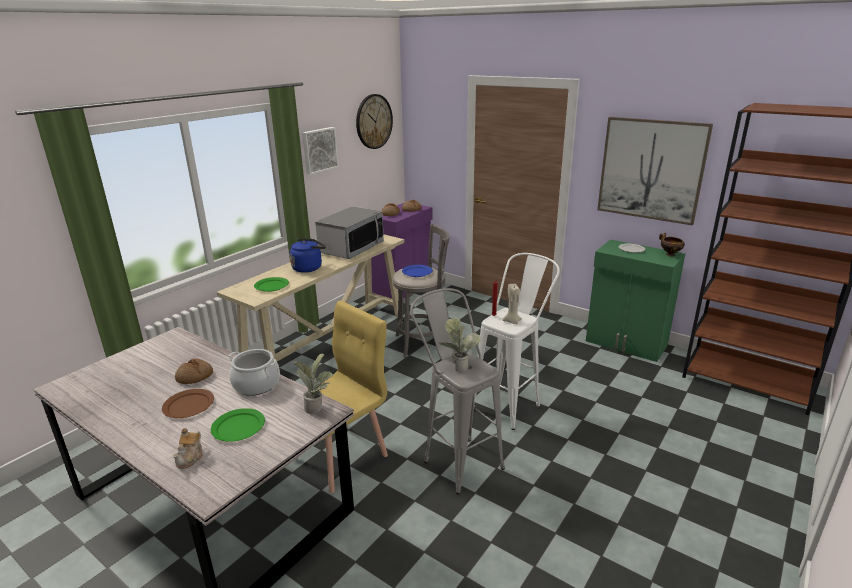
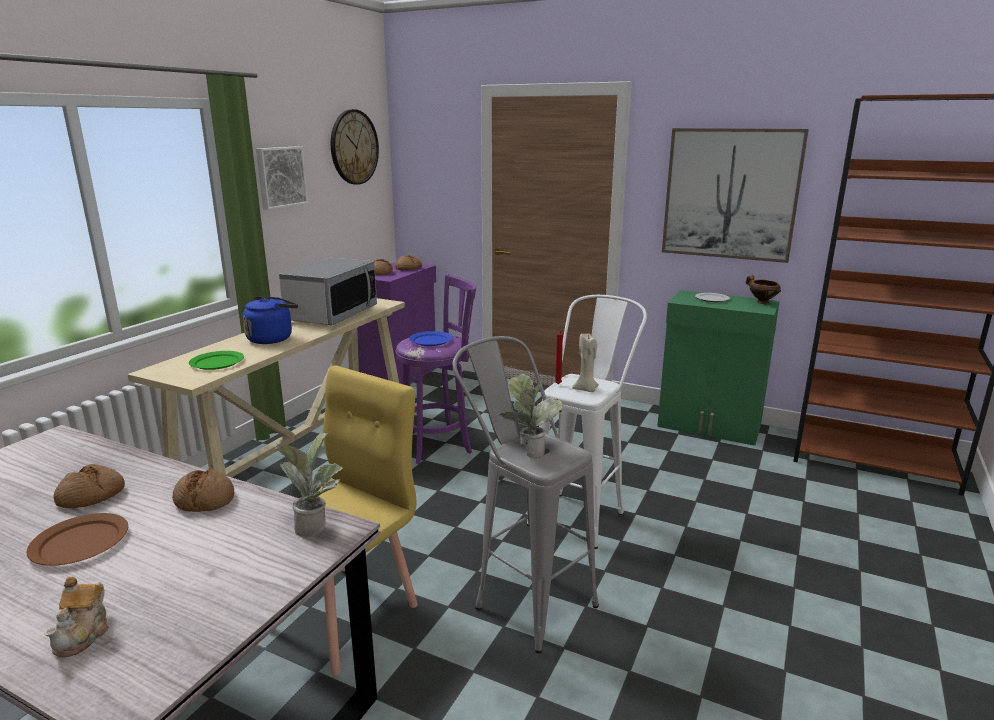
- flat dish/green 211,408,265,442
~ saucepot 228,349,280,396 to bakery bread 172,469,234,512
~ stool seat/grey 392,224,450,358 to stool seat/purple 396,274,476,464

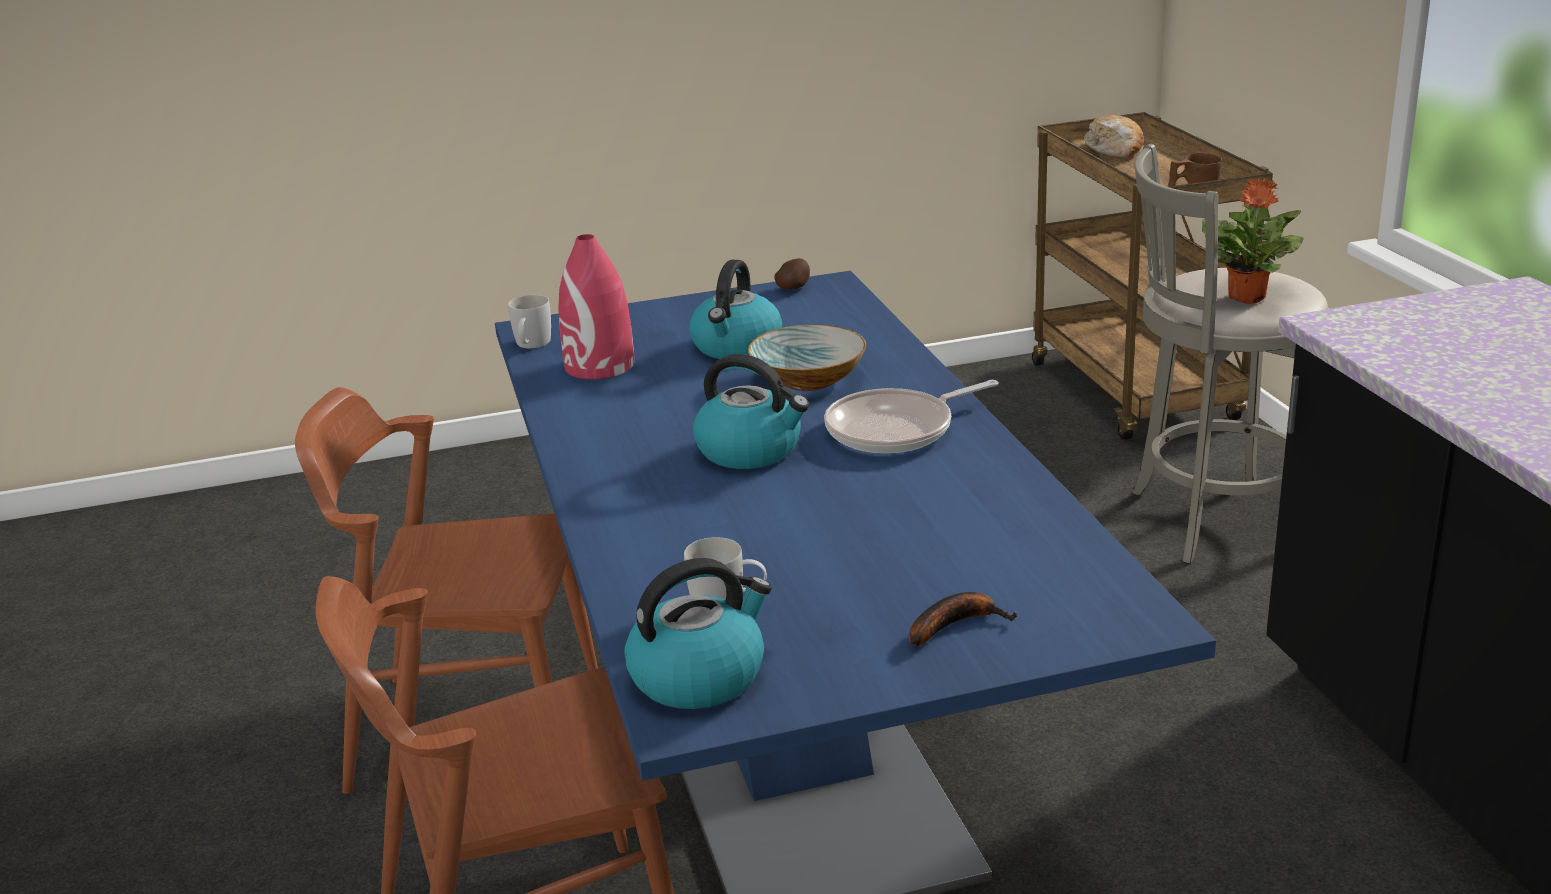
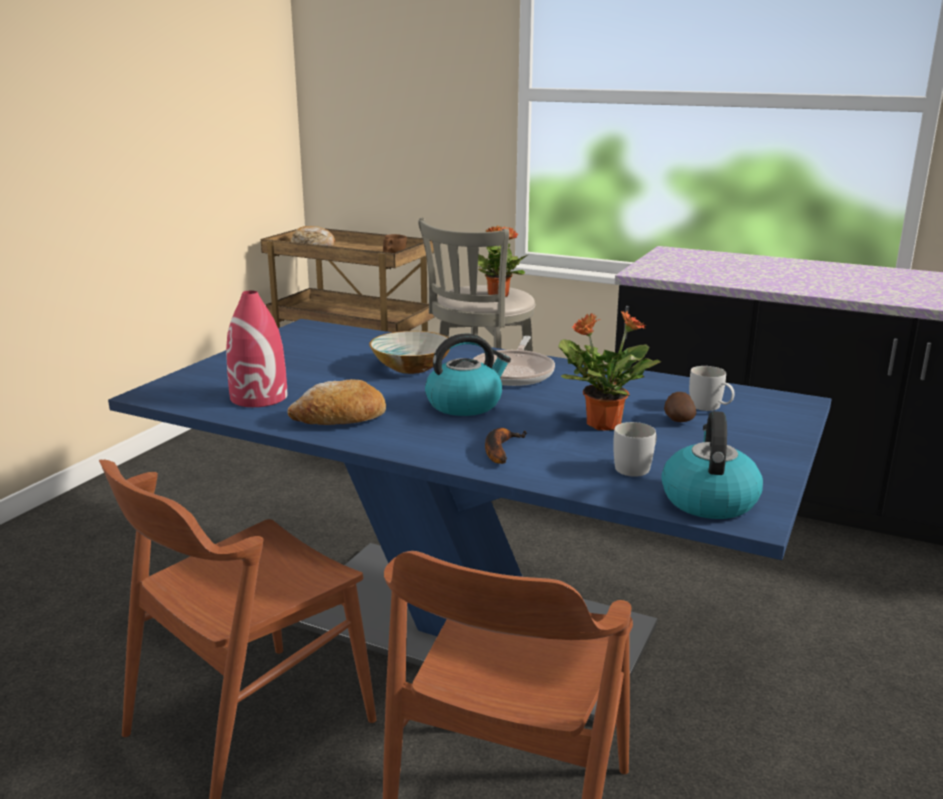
~ mug/white-coloured 508,295,551,348 to 689,366,735,411
- tea kettle 689,260,782,359
~ potato 774,258,810,290 to 664,392,696,422
~ whole banana 909,592,1017,646 to 485,428,527,464
+ bakery bread 287,379,386,425
+ houseplant 558,310,662,431

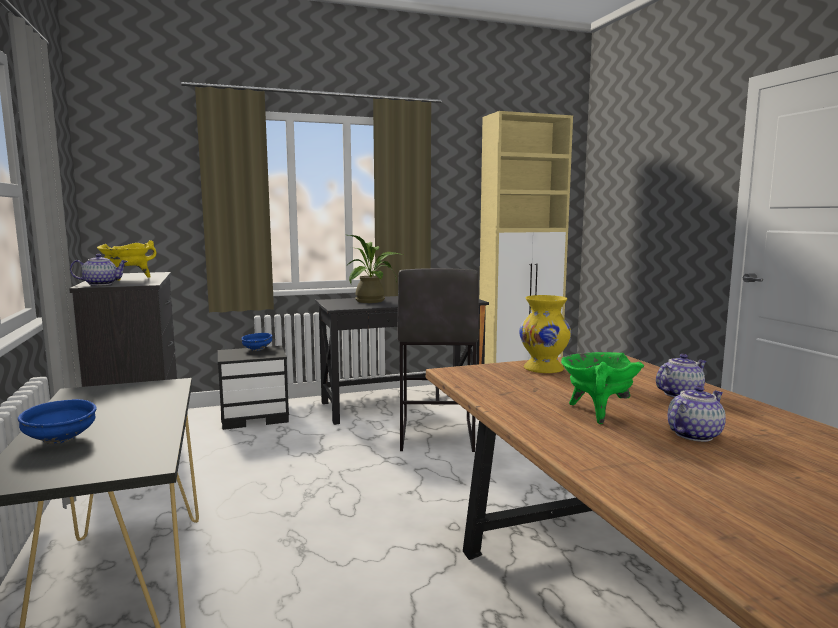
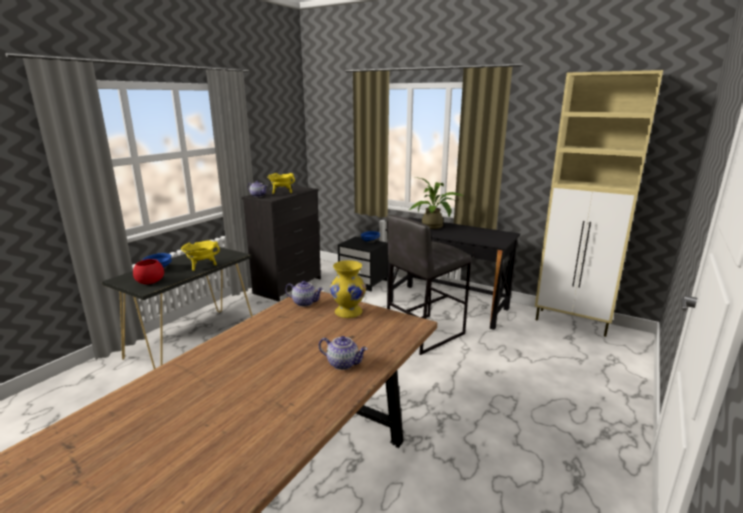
- saucepot/green 561,352,644,424
~ pot for tea 668,385,726,442 to 285,281,323,307
+ bowl/red-coloured 133,259,164,284
+ saucepot/yellow-coloured 181,240,220,271

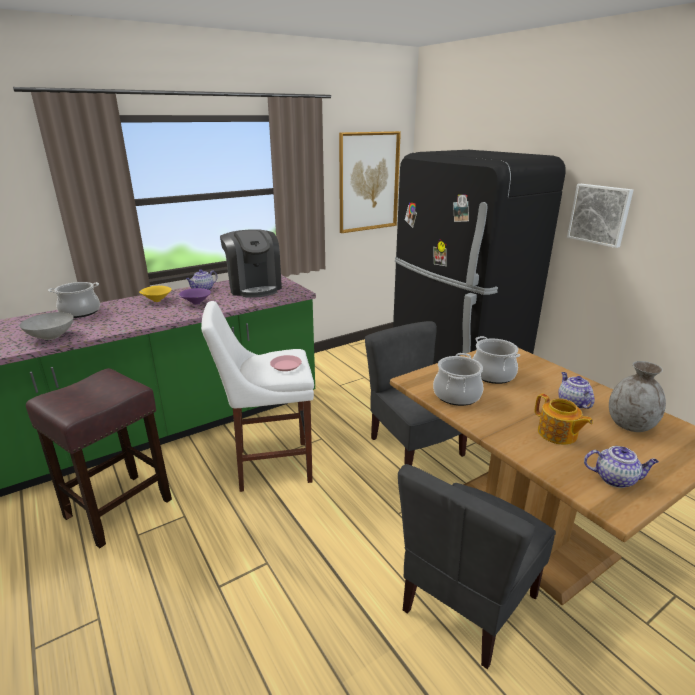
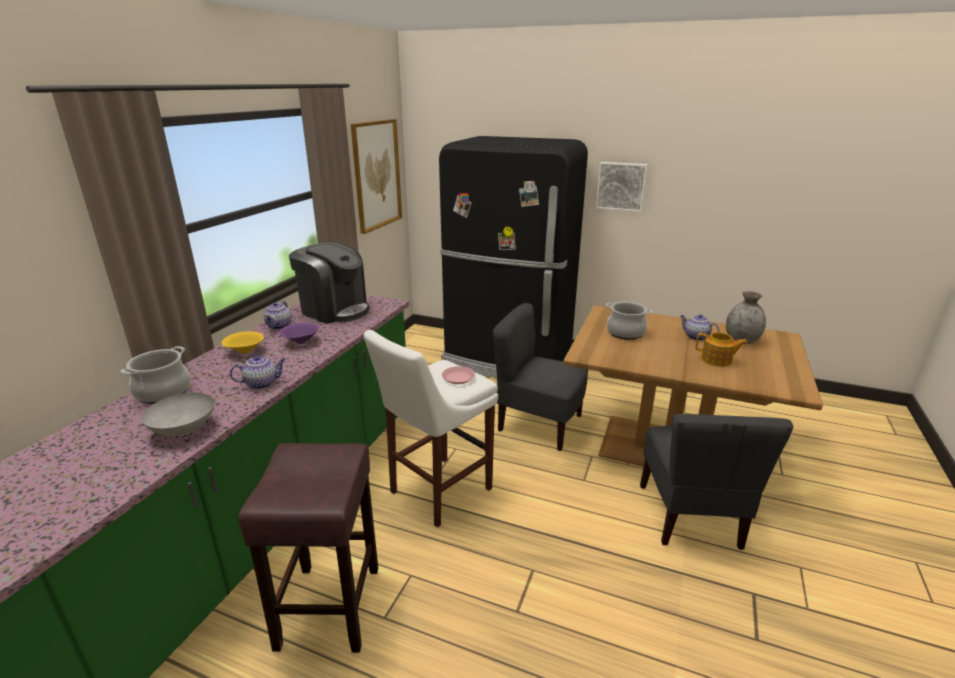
- saucepot 433,353,483,406
~ pot for tea 584,446,659,488 to 230,355,286,389

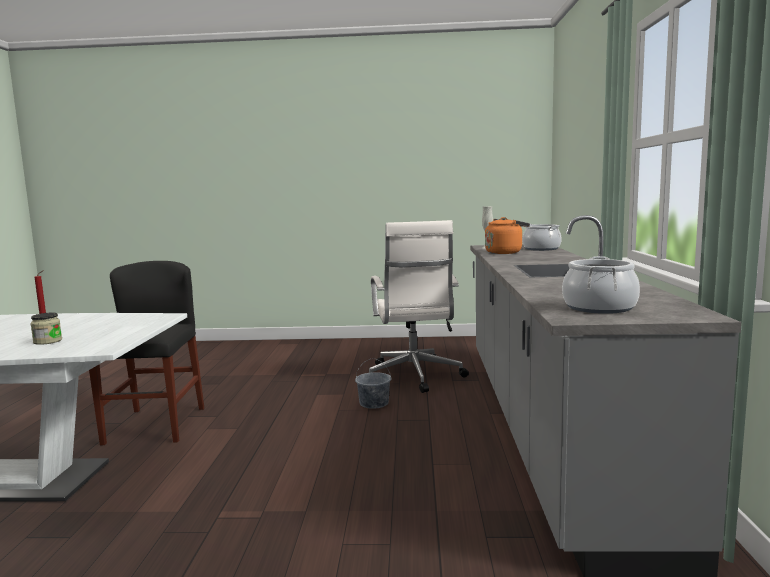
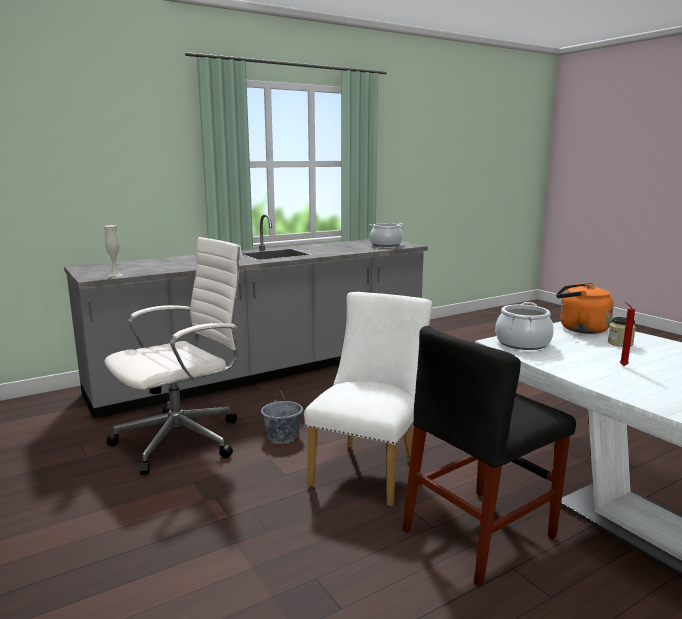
~ tea kettle/orangey 485,217,530,254 to 556,283,614,334
~ saucepot 522,224,562,251 to 495,302,554,350
+ chair/white-coloured 304,292,432,507

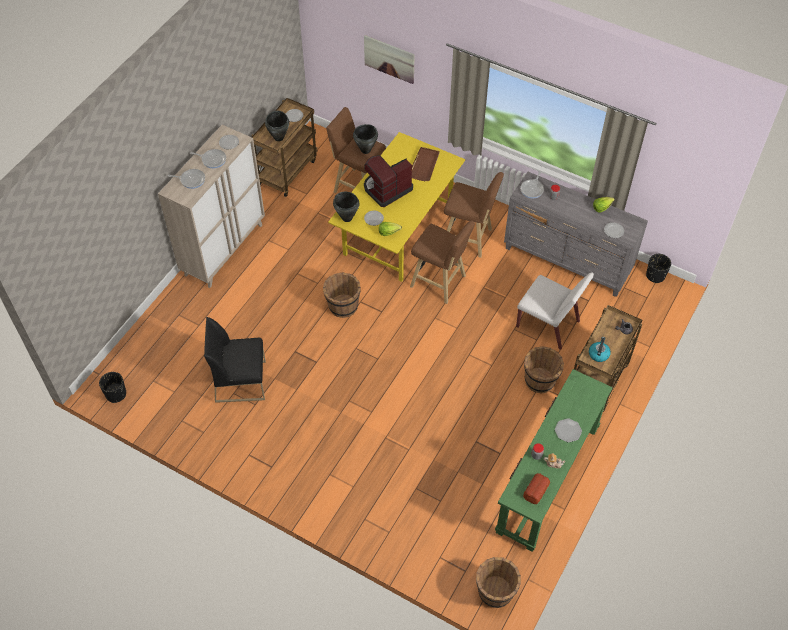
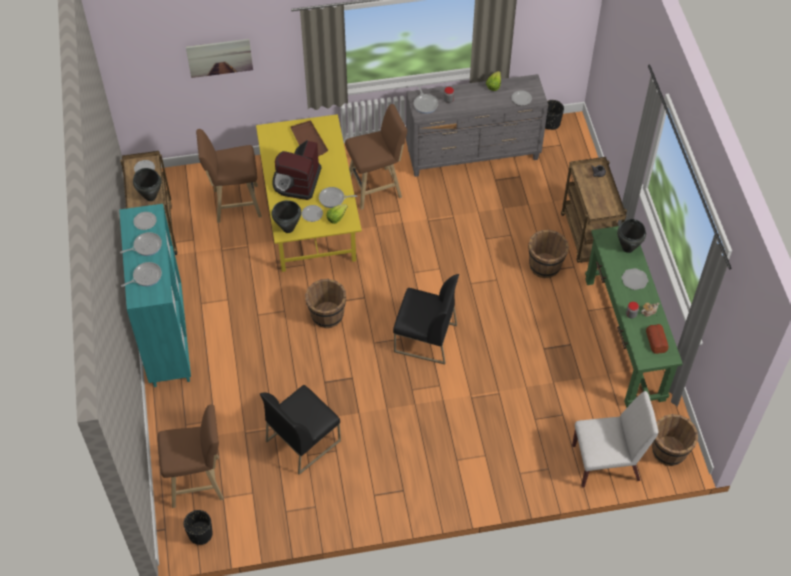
~ cabinet/beige-coloured 158,125,265,288 to cabinet/turquoise 119,204,191,387
~ saucepot/blackish 353,124,378,154 to 617,219,646,253
~ stool seat/brown 410,220,475,304 to 158,404,224,508
~ chair/white-coloured 516,272,594,350 to 572,391,658,487
- tea kettle 589,337,611,362
+ pan 319,187,357,208
+ chair/blackish 393,274,459,364

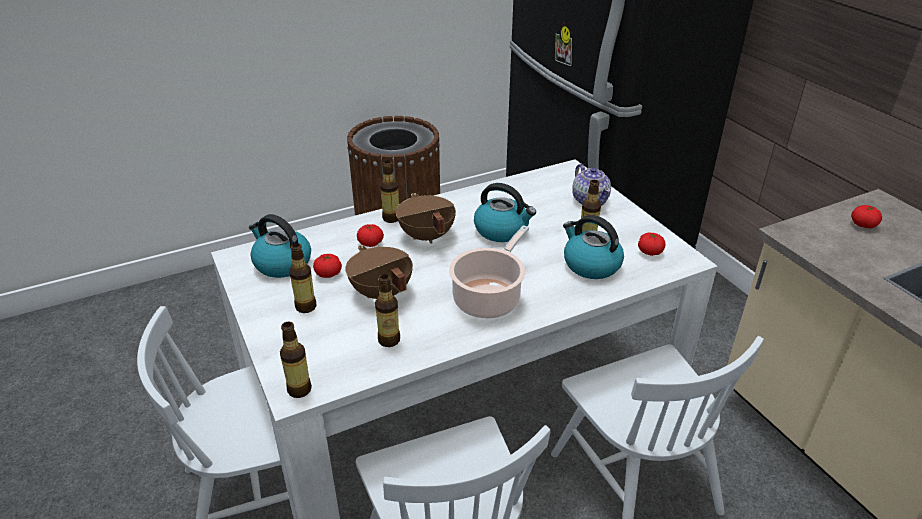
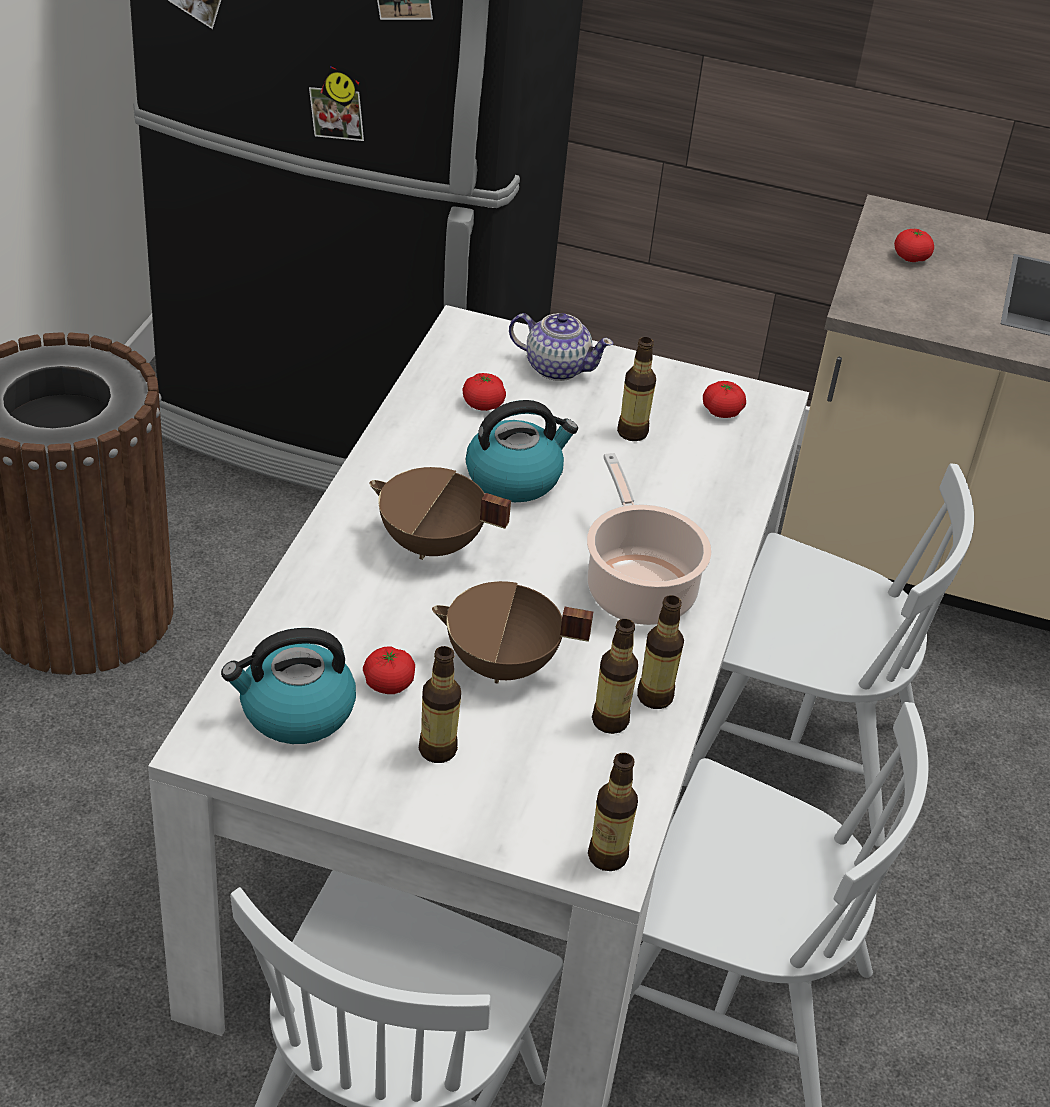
~ whole tomato 357,224,384,247 to 463,373,506,411
~ drink bottle 380,160,399,223 to 637,595,684,709
- tea kettle 563,215,624,279

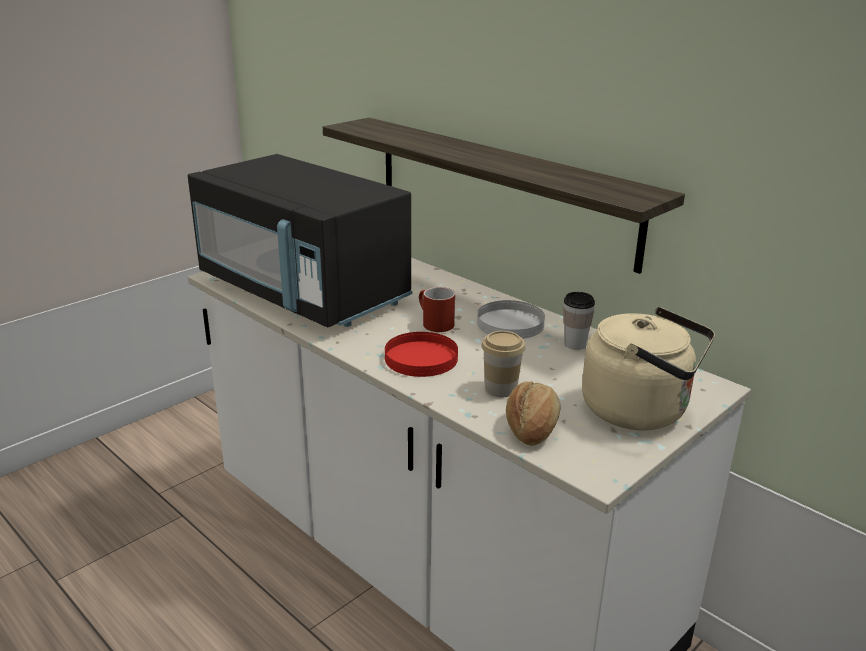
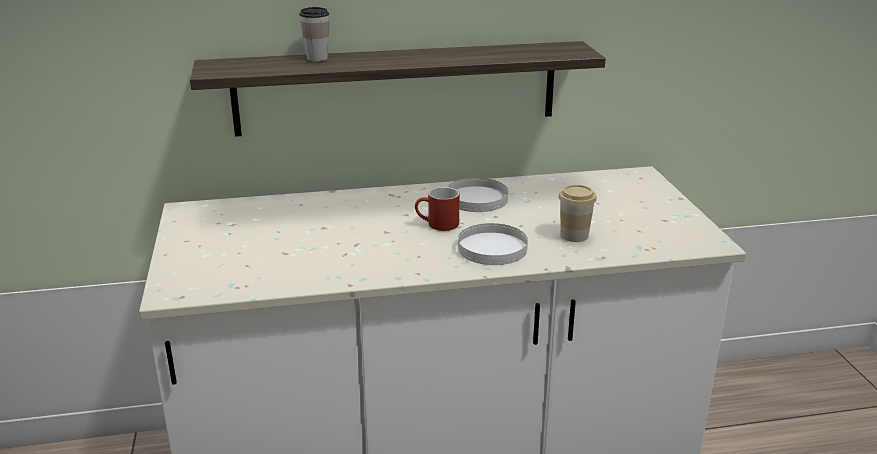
- kitchen microwave/blackish 188,154,412,328
~ flat dish/red-coloured 385,332,458,377 to flat dish/white-coloured 458,223,528,265
- bakery bread 506,381,560,446
~ drinking cup 563,292,595,350 to 299,7,329,61
- tea kettle/beige-coloured 582,307,715,430

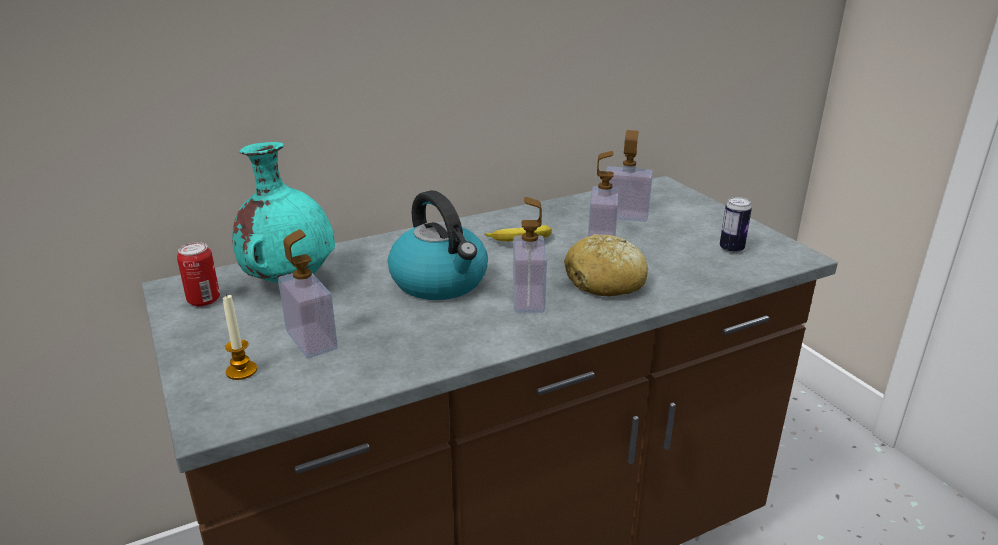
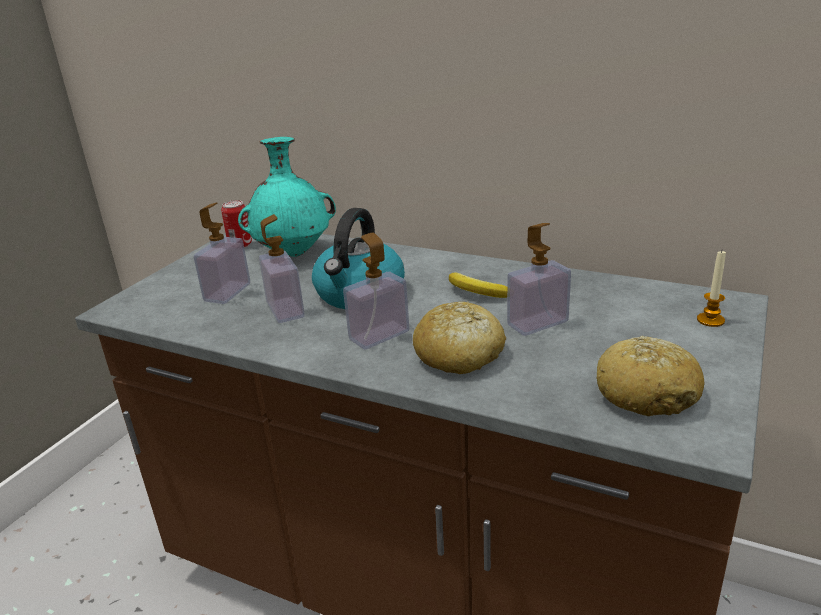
~ candle 223,294,257,380 to 697,251,726,327
~ soap dispenser 606,130,653,222 to 259,214,305,323
~ can 720,197,752,253 to bakery bread 596,336,705,416

